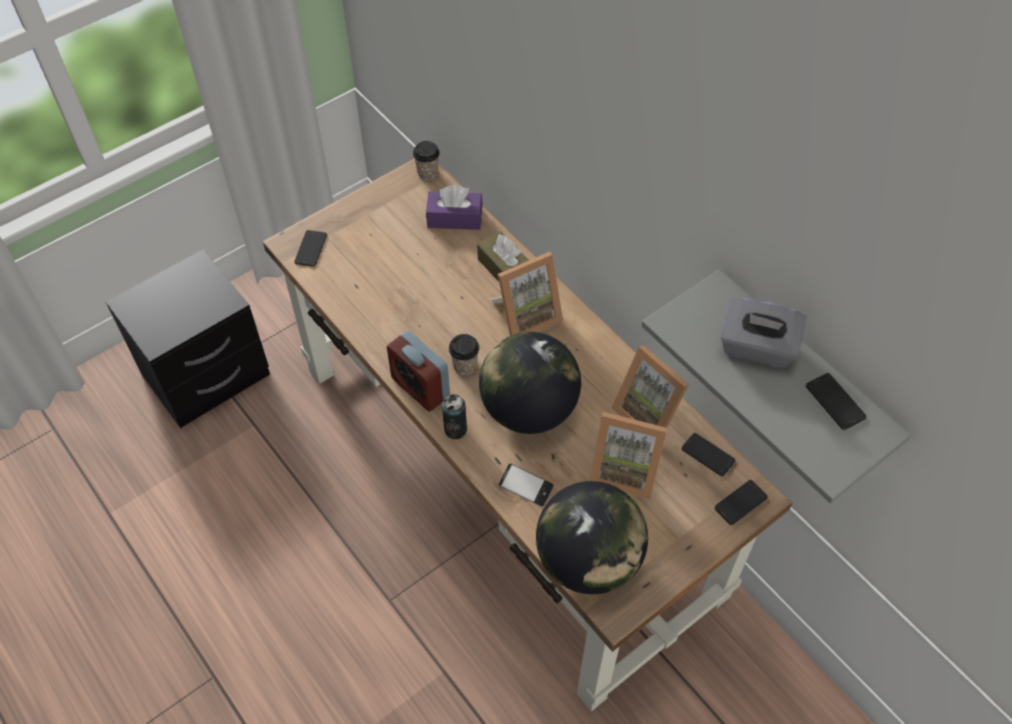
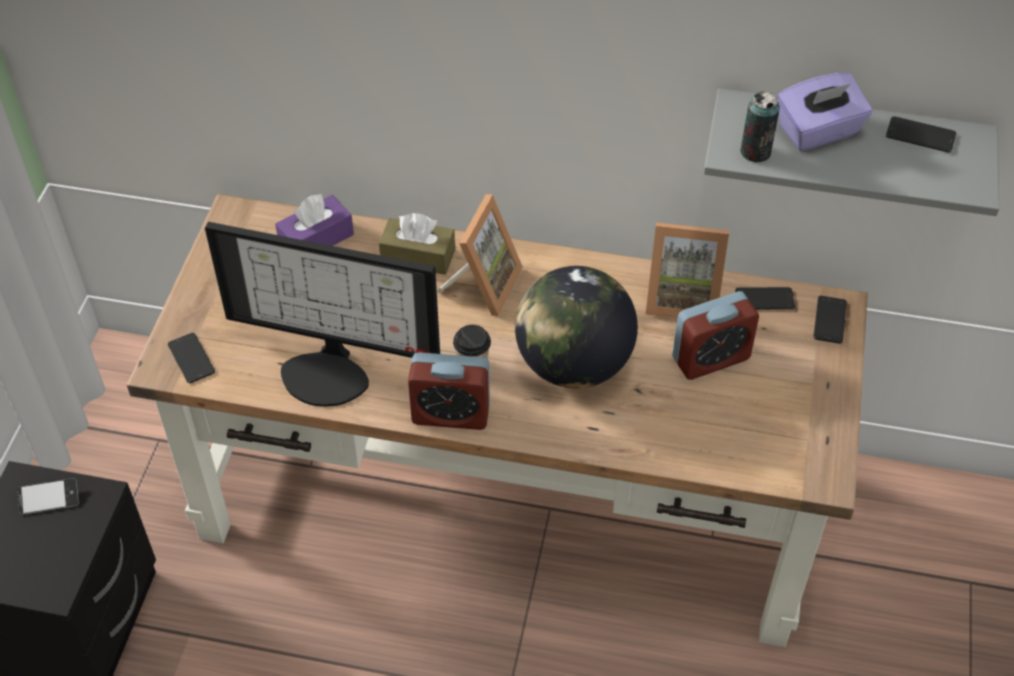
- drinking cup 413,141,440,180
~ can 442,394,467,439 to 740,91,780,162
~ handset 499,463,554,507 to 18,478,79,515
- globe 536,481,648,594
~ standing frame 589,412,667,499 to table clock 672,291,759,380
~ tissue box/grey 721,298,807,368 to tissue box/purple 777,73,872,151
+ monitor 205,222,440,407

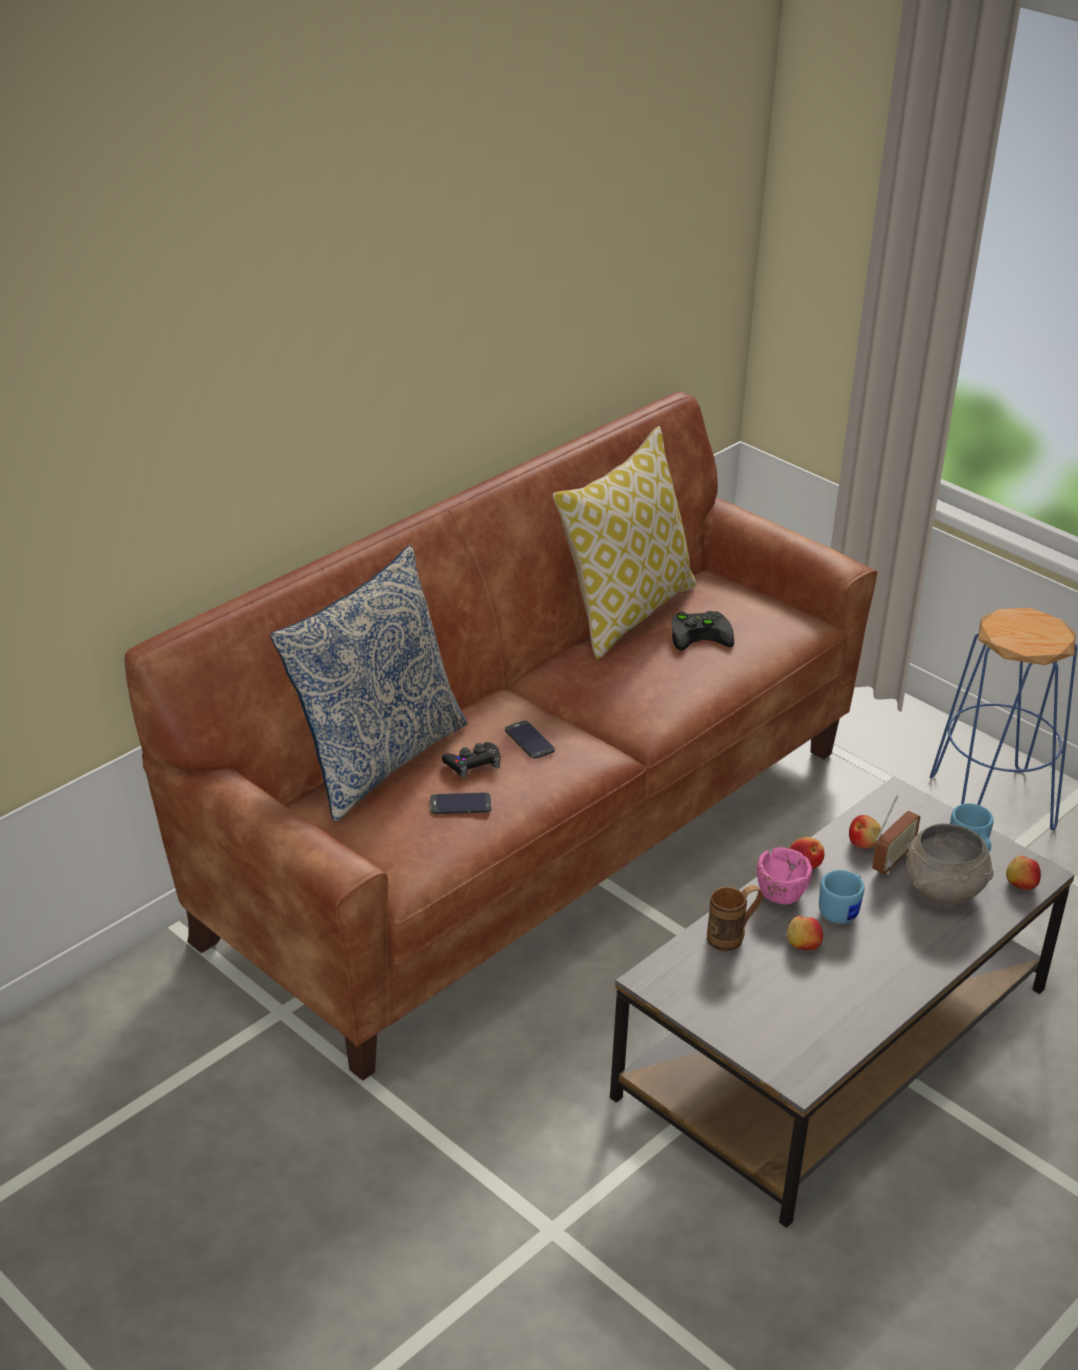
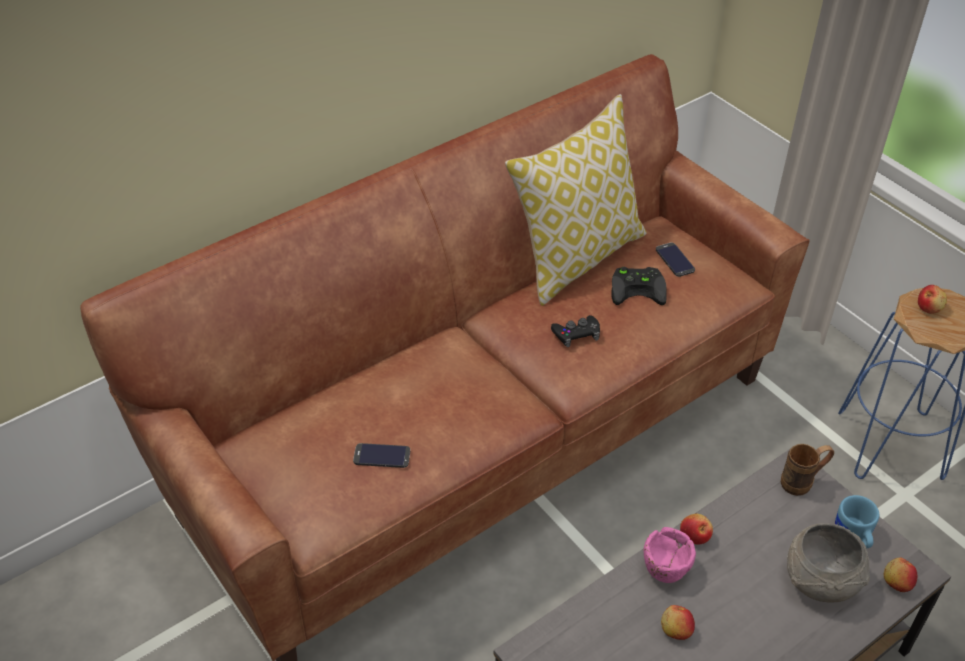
- cushion 270,545,468,821
~ game controller/blackish 442,742,500,778 to 551,315,600,347
~ handset 505,720,555,759 to 656,242,695,277
~ mug/brown 707,885,763,951 to 781,444,834,496
- mug/blue 819,870,864,924
~ apple fruit 849,815,881,849 to 918,285,947,314
- radio 872,795,920,874

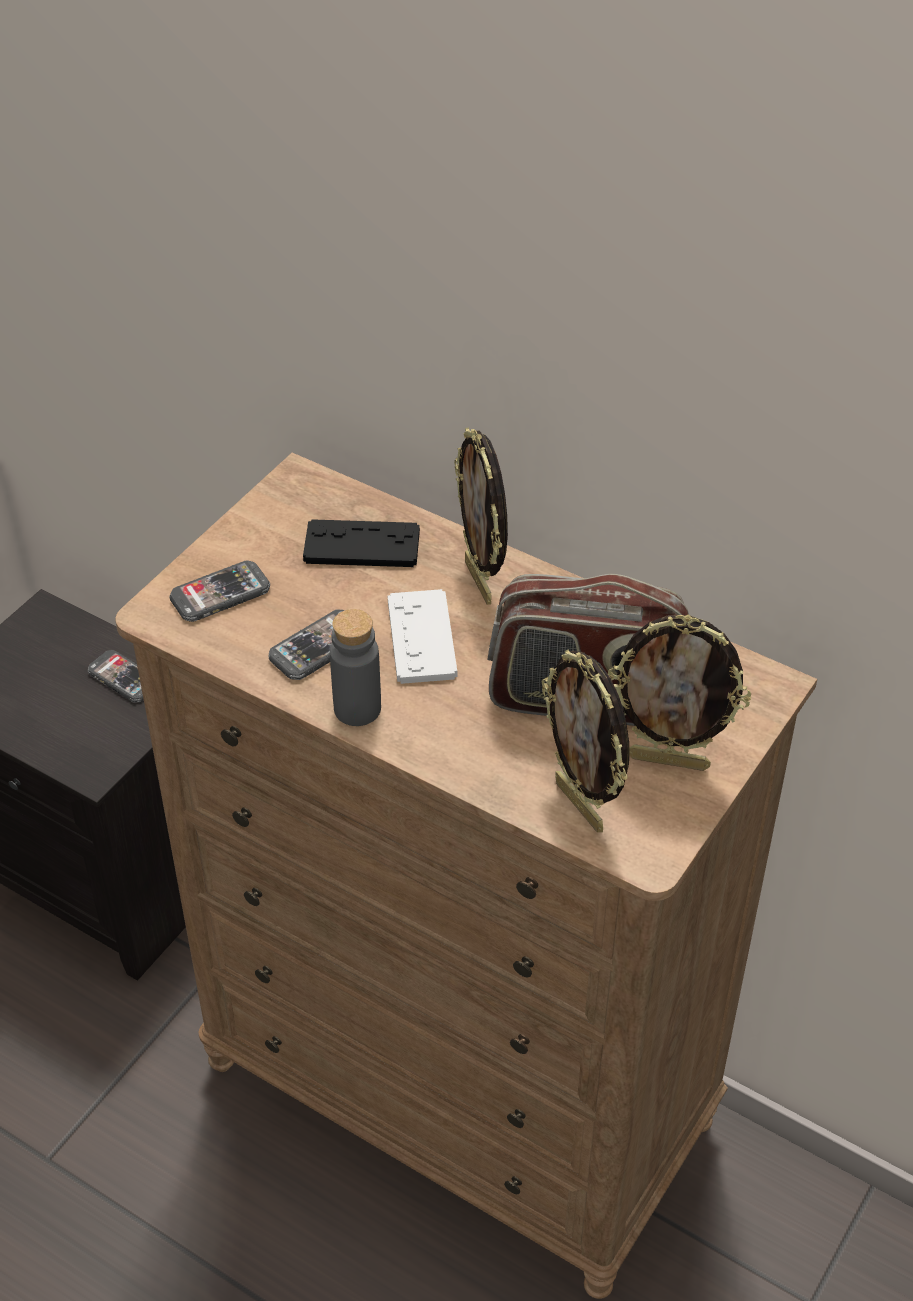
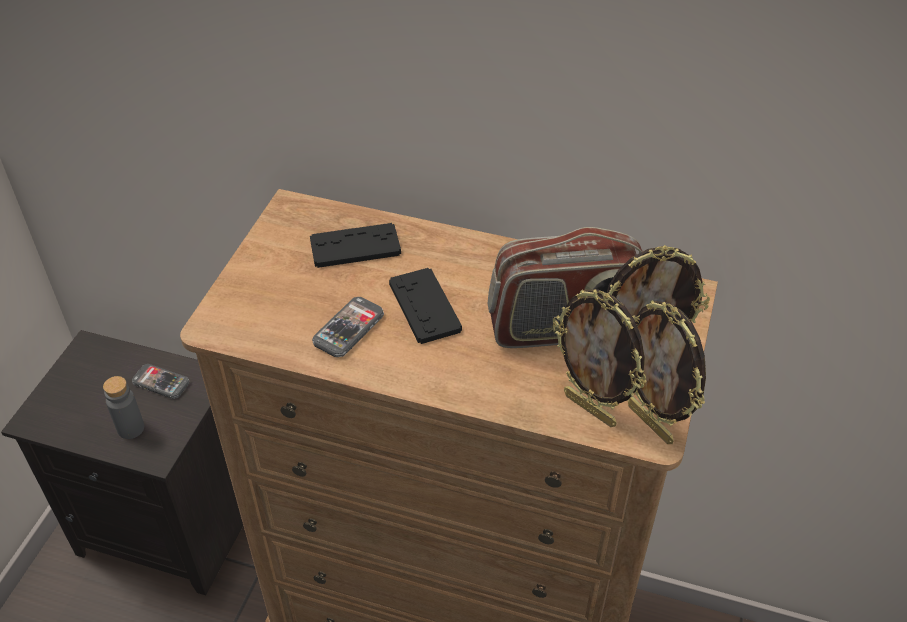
- handset 170,560,270,622
~ drink bottle/grey 330,609,381,726 to 103,376,144,439
~ game controller/white-coloured 388,589,457,684 to game controller/blackish 389,268,462,344
~ standing frame 454,427,508,605 to 628,300,706,444

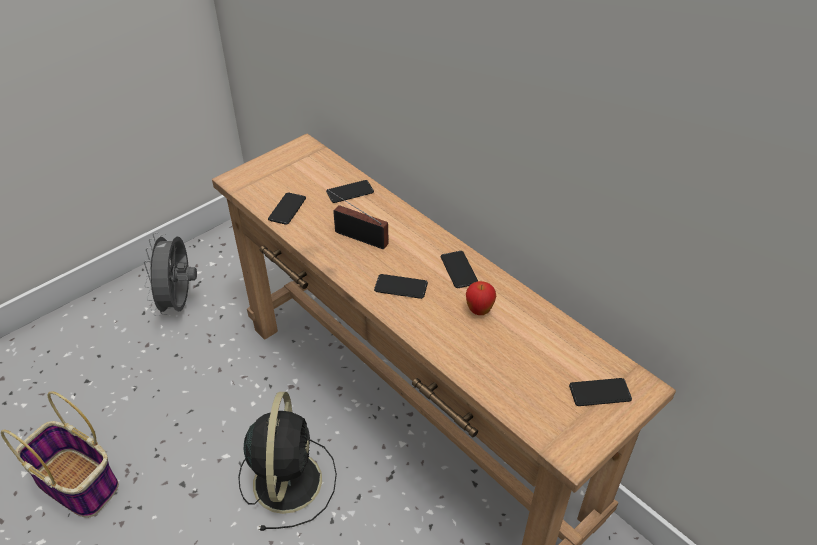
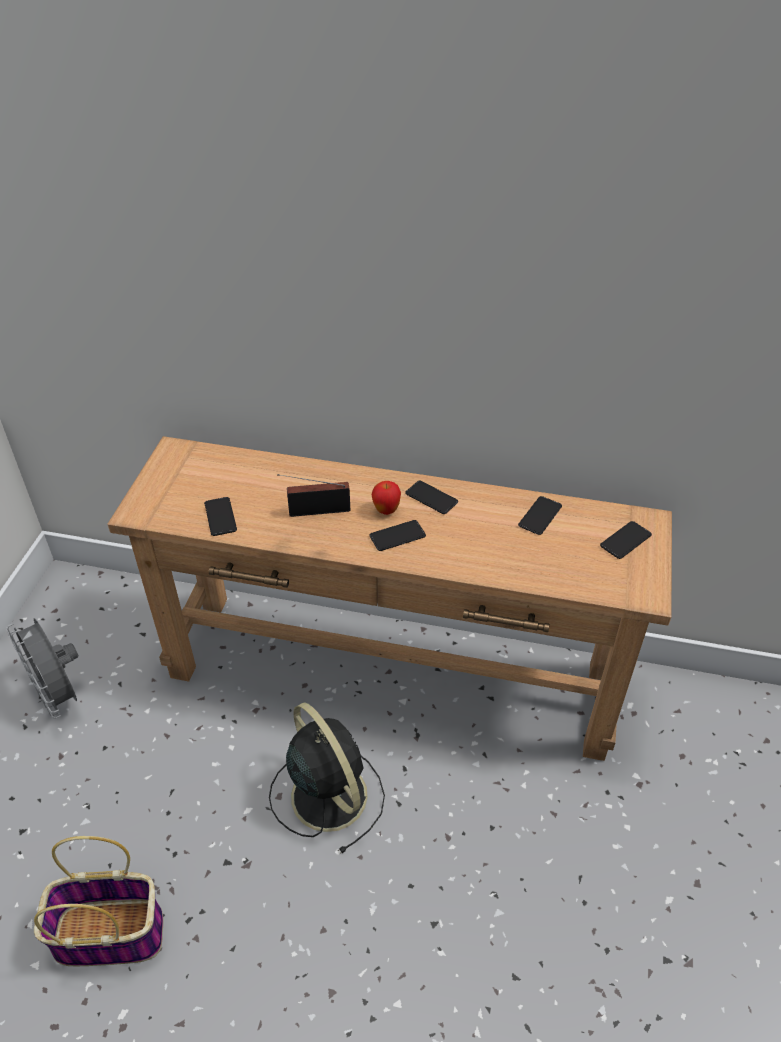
~ handset 326,180,374,203 to 518,496,562,535
~ apple fruit 466,281,496,315 to 371,481,401,515

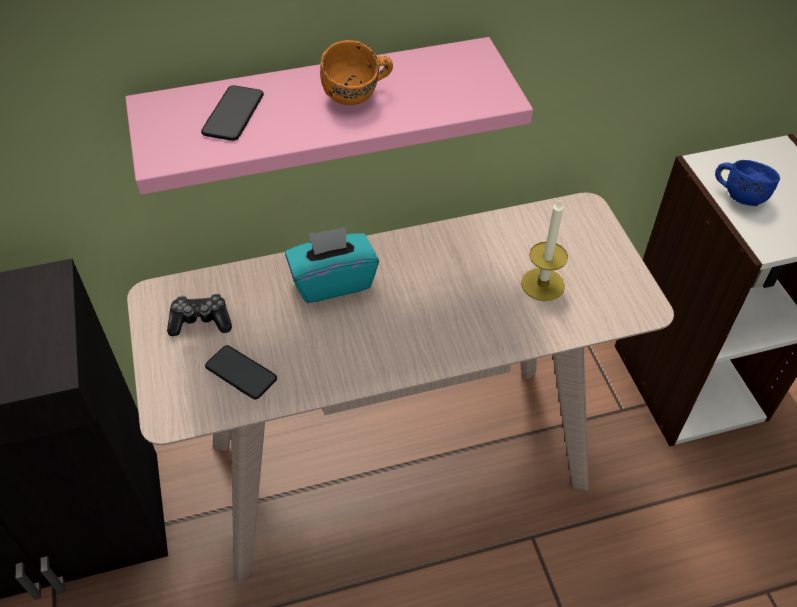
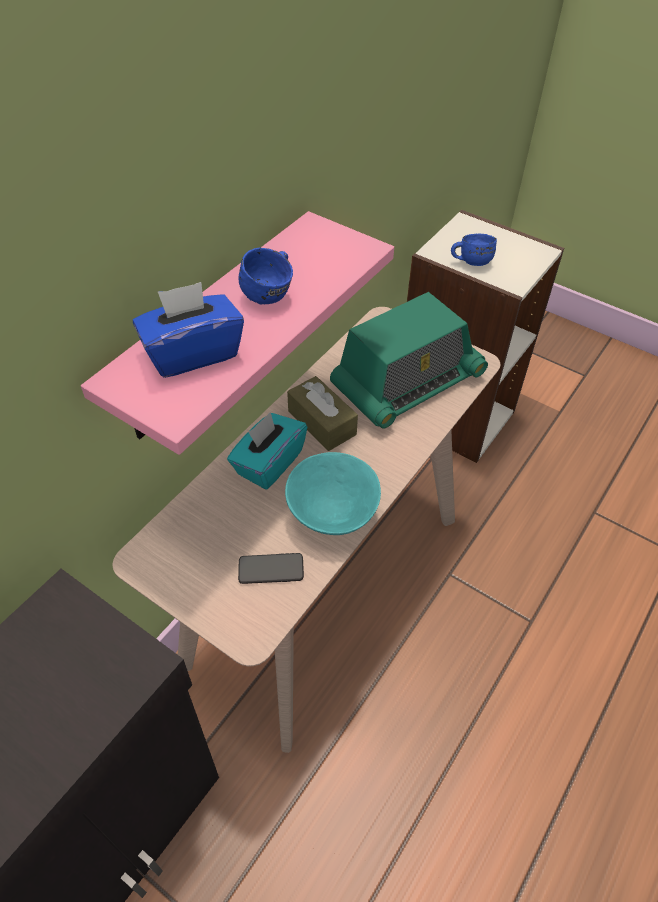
- game controller 167,294,232,336
~ handset 201,85,264,141 to tissue box/blue 133,282,244,378
~ mug/orangey 320,40,393,105 to mug/blue 239,248,293,305
~ candle 521,200,568,301 to radio 330,292,488,429
+ bowl/turquoise 285,452,381,535
+ tissue box/brown 287,376,358,451

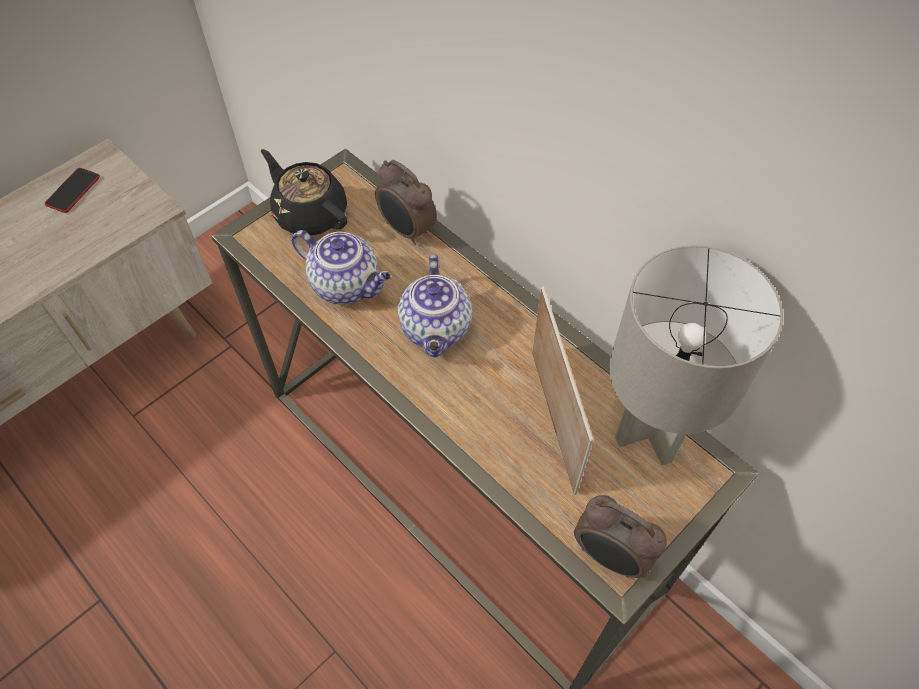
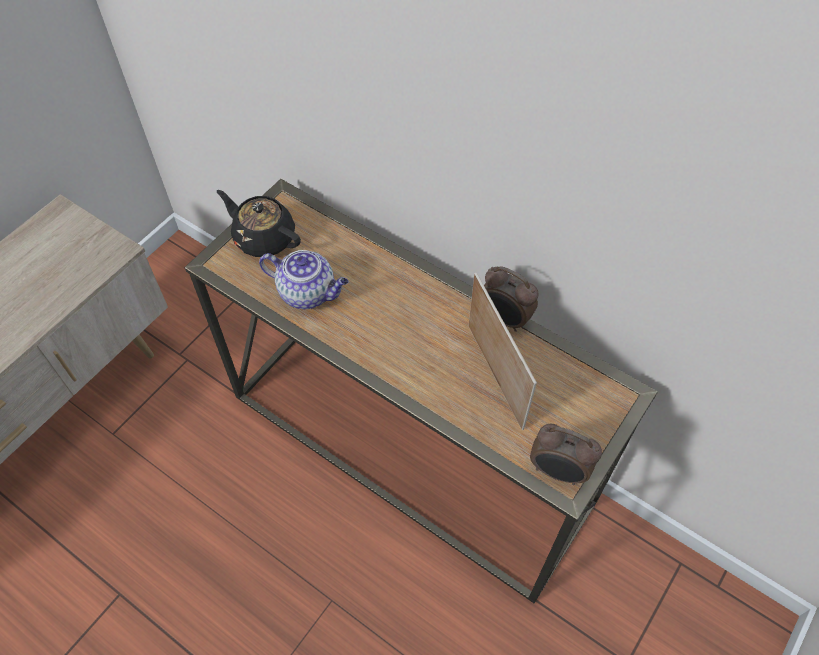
- handset 45,168,100,213
~ table clock 375,160,437,245 to 484,267,539,332
- pot for tea 398,254,472,357
- table lamp/grey 609,245,783,465

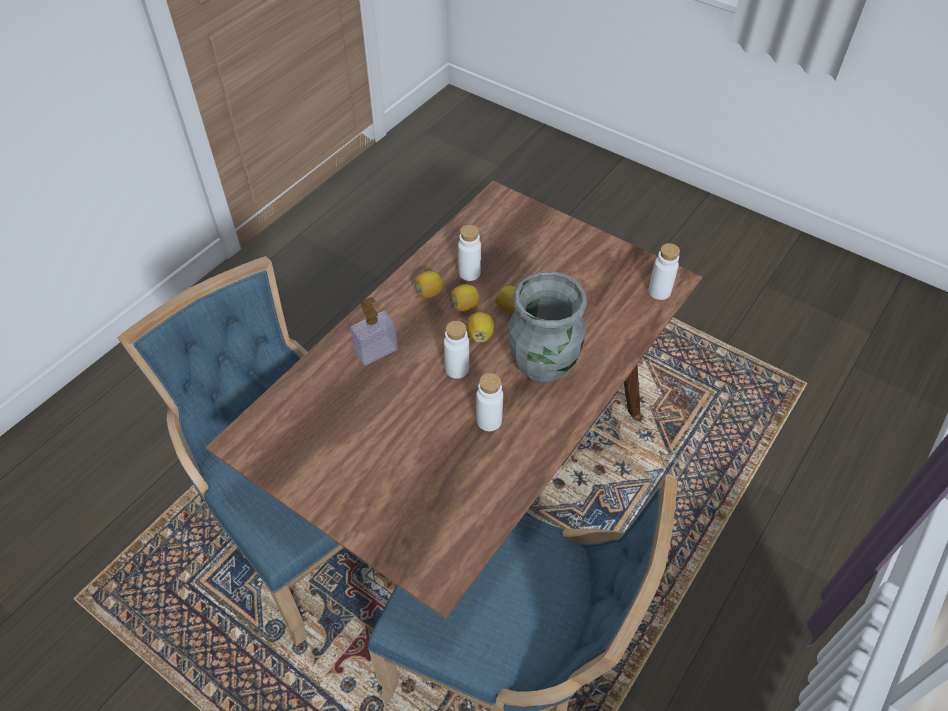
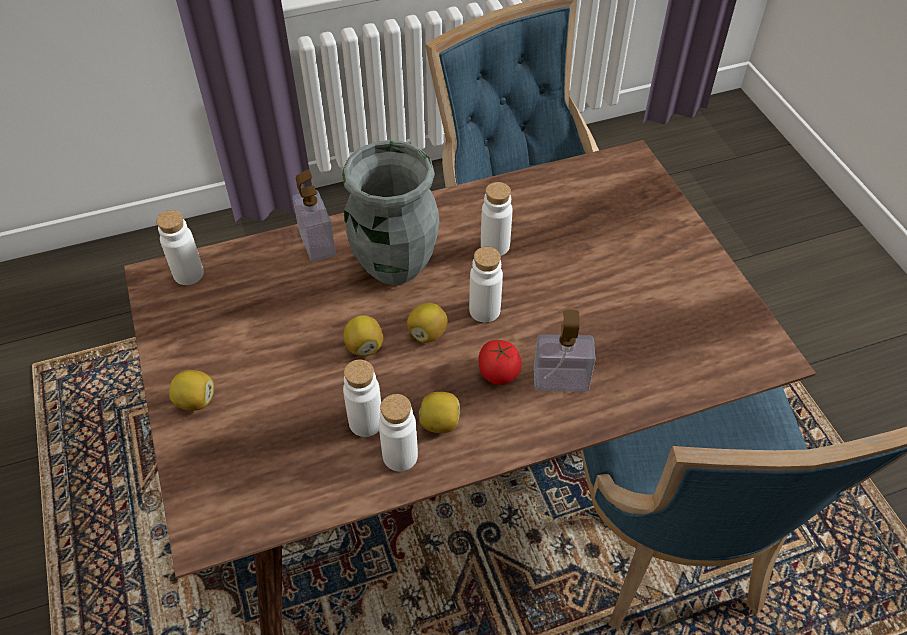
~ whole lemon 451,284,480,312 to 169,370,214,411
+ soap dispenser 293,170,336,262
+ drink bottle/white-coloured 379,394,418,471
+ whole tomato 478,340,521,385

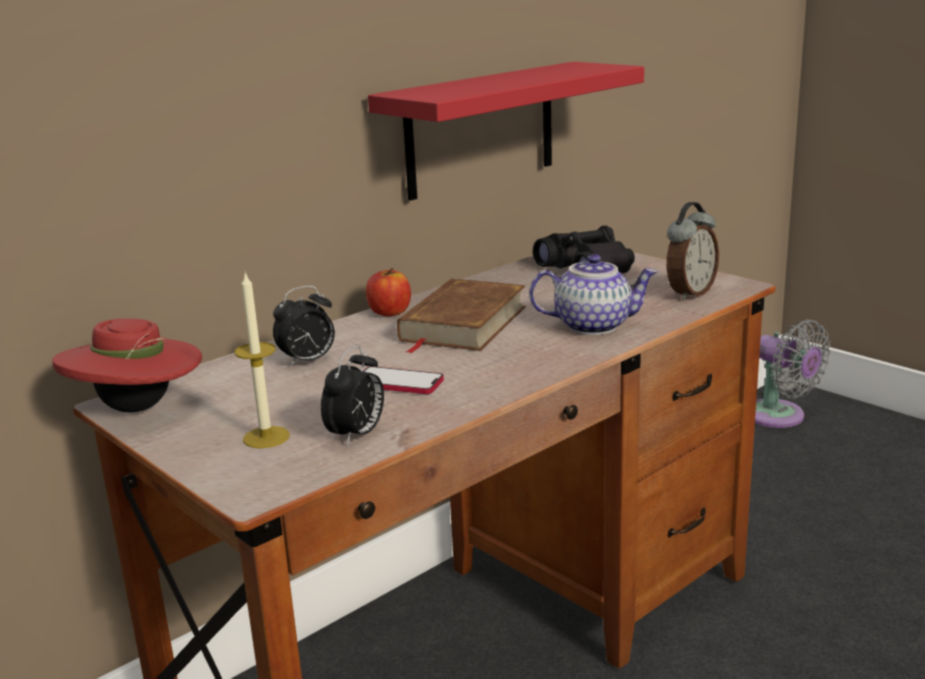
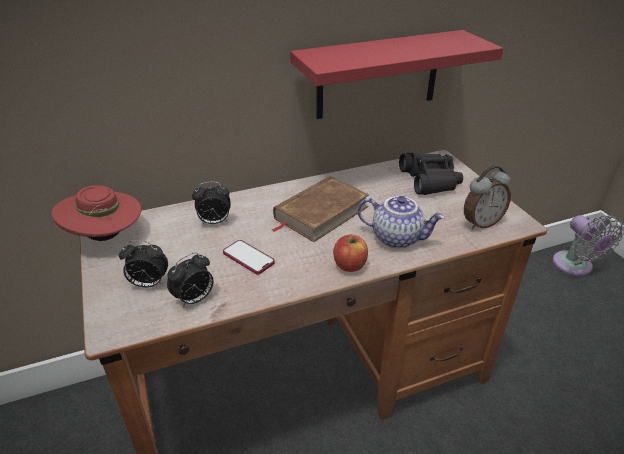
~ candle 235,272,289,448 to table clock 119,241,168,288
~ apple fruit 366,268,411,316 to 333,234,368,272

